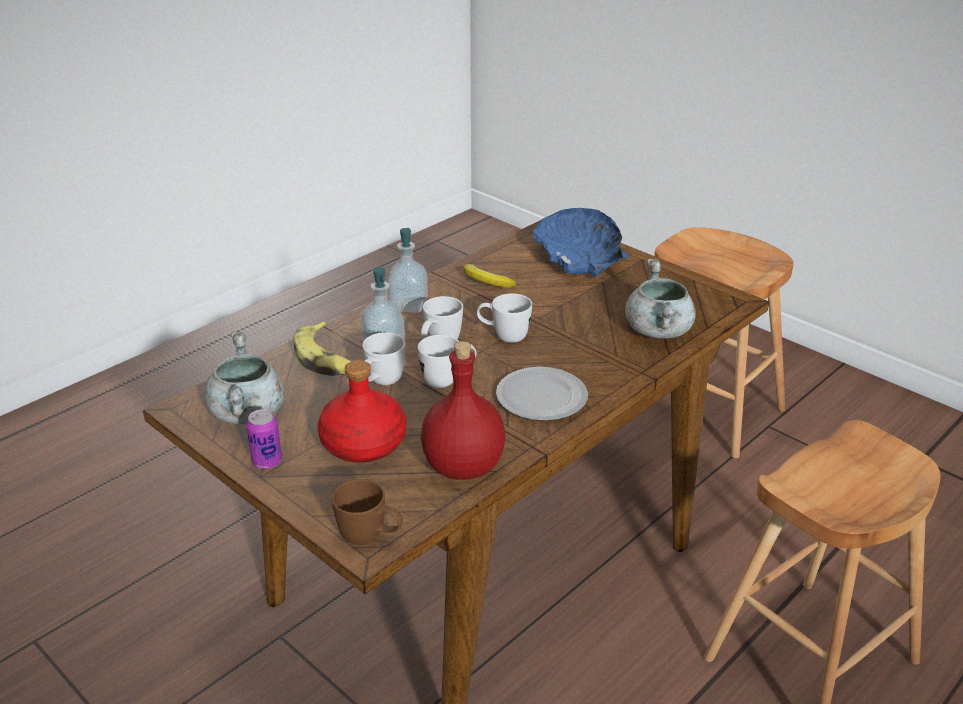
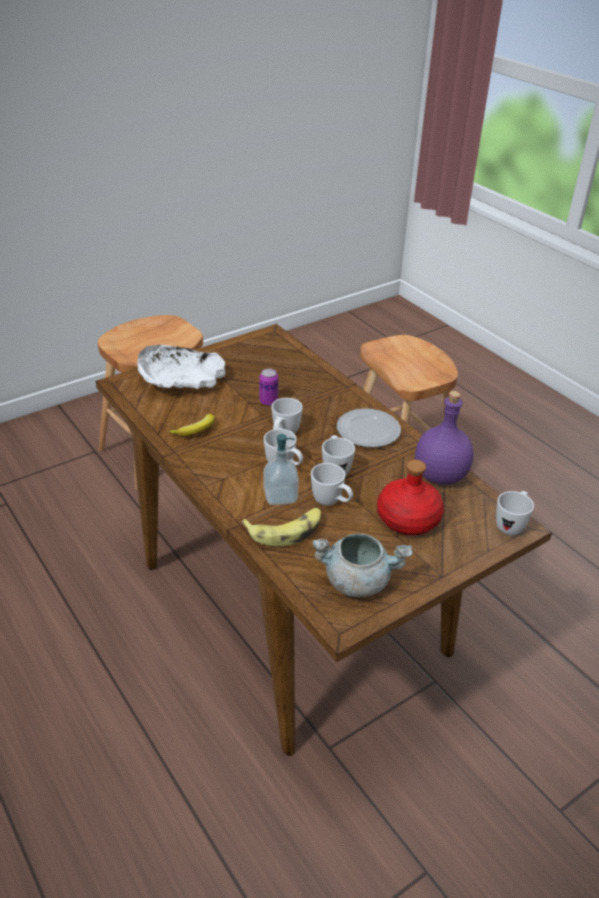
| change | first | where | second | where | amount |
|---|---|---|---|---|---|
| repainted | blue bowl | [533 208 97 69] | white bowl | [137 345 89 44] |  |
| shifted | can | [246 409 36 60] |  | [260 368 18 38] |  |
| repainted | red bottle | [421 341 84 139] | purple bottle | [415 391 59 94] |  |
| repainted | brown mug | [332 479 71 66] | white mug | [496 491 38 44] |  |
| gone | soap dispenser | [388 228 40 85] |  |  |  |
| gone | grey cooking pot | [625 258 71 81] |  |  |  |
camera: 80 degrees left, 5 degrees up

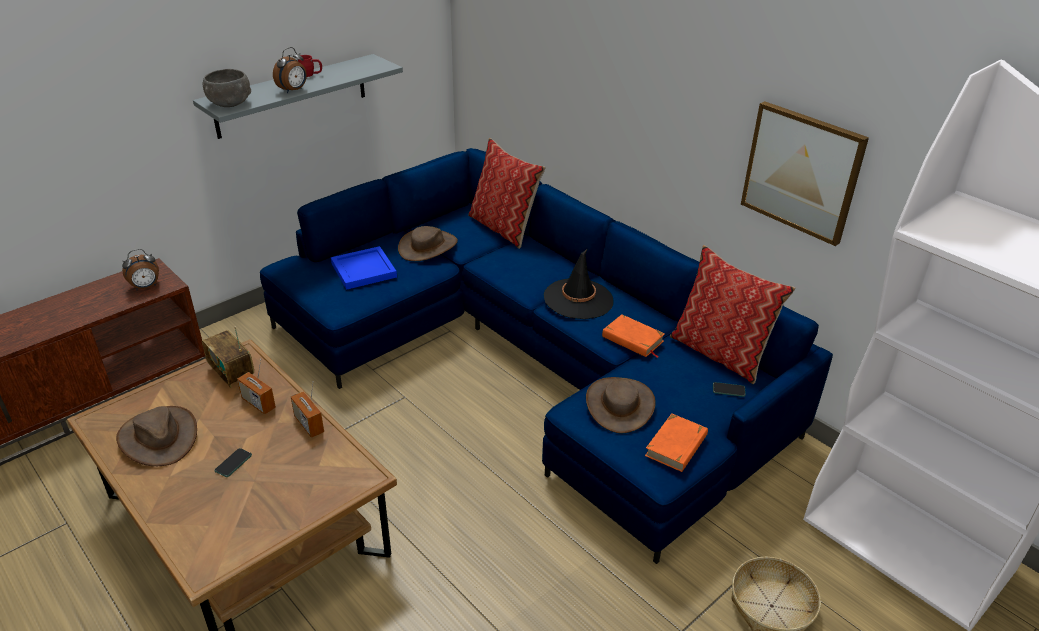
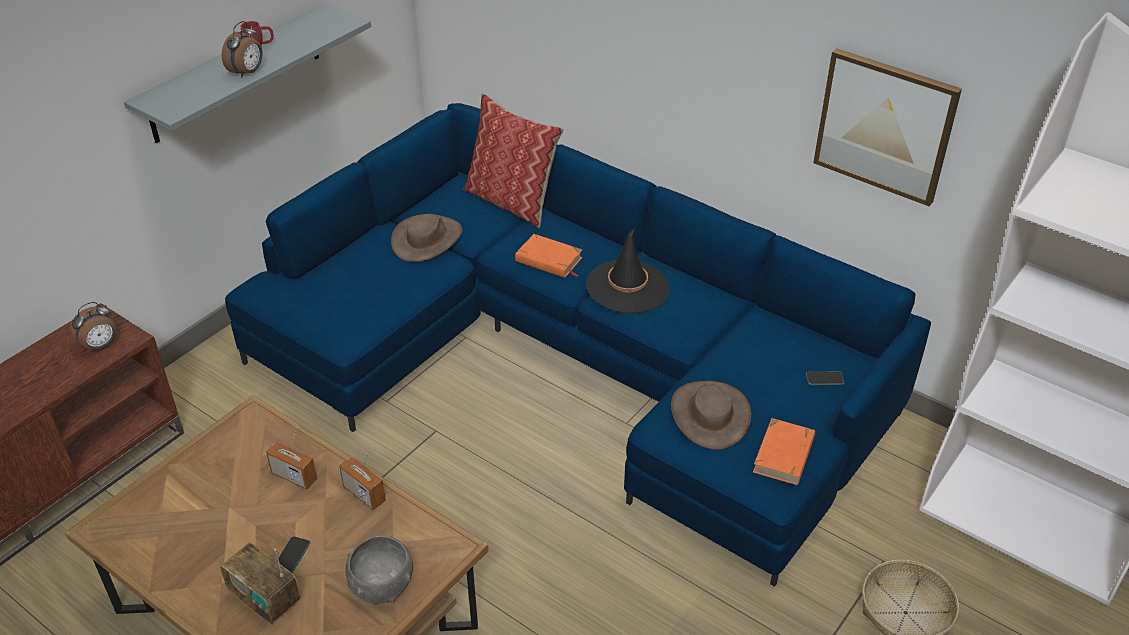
| change | first | where | second | where | amount |
|---|---|---|---|---|---|
| shifted | radio | [202 327 52 61] |  | [220 543 81 82] |  |
| shifted | grey bowl | [202 69 49 38] |  | [345 536 68 67] |  |
| shifted | orange book | [602 314 63 44] |  | [515 234 67 44] |  |
| gone | brown hat | [116 406 81 60] |  |  |  |
| gone | blue tray | [331 246 66 44] |  |  |  |
| gone | pillow | [670 245 126 139] |  |  |  |
camera: 10 degrees left, 5 degrees up

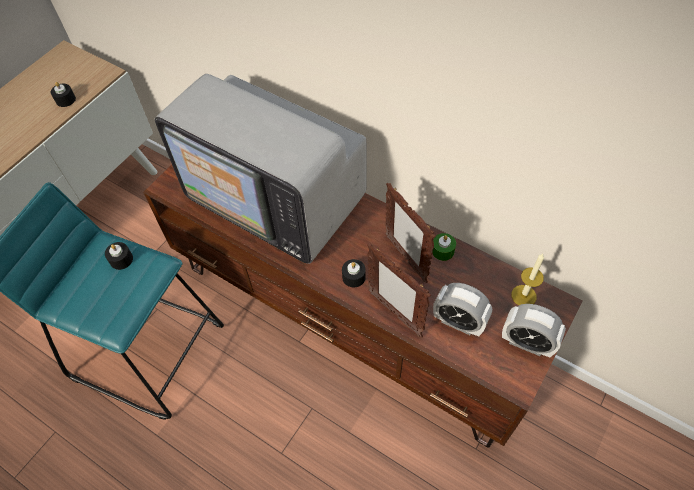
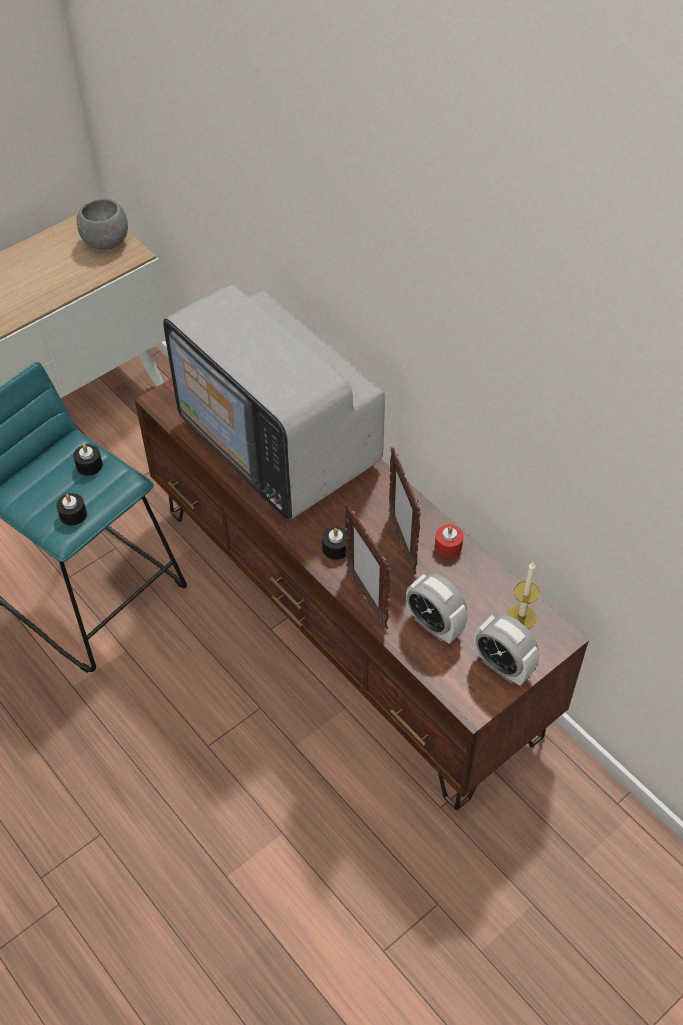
| change | first | where | second | where | amount |
|---|---|---|---|---|---|
| shifted | black candle | [51 82 25 25] |  | [56 493 31 32] |  |
| new |  |  | grey bowl | [77 198 51 52] |  |
| repainted | green candle | [432 233 24 28] | red candle | [435 525 28 32] |  |
camera: 15 degrees right, 5 degrees down

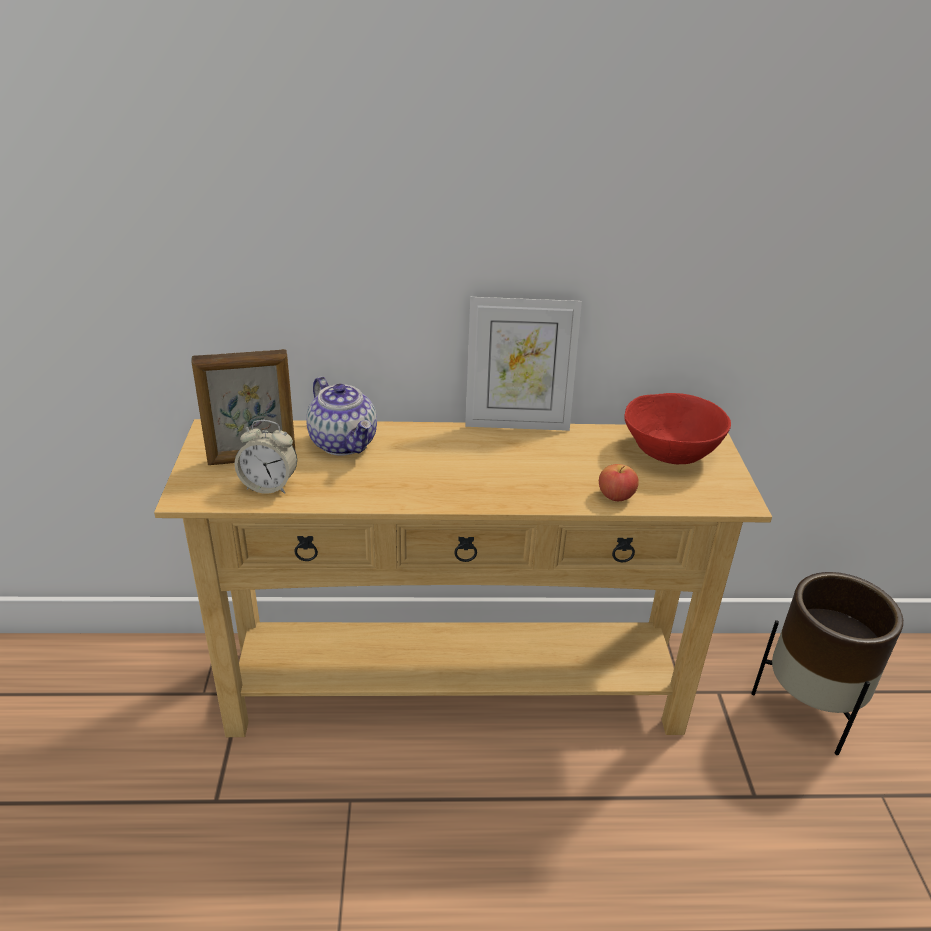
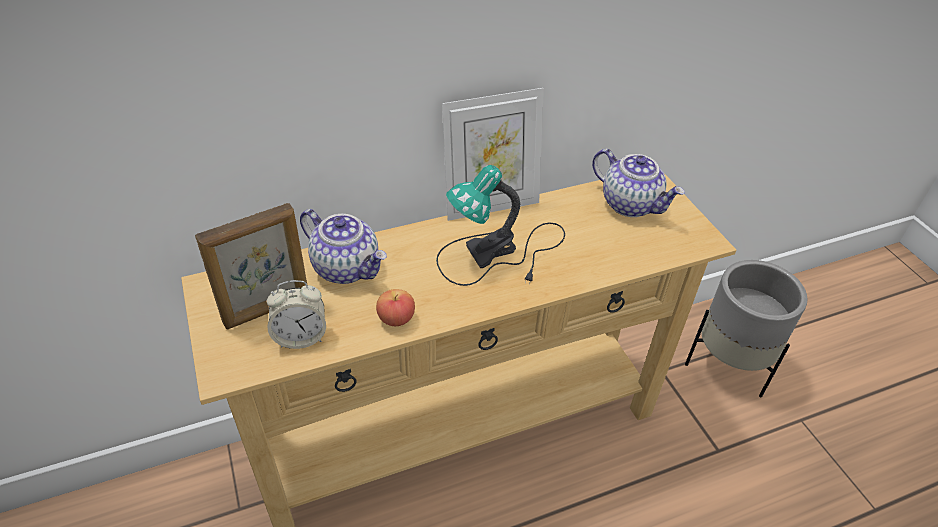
| change | first | where | second | where | amount |
|---|---|---|---|---|---|
| shifted | apple | [599 464 40 37] |  | [376 289 39 37] |  |
| new |  |  | table lamp | [436 165 129 121] |  |
| swapped | red bowl | [624 393 107 71] | teapot | [592 149 93 68] |  |
| repainted | brown planter | [751 572 152 183] | grey planter | [685 260 123 138] |  |
camera: 20 degrees left, 10 degrees up

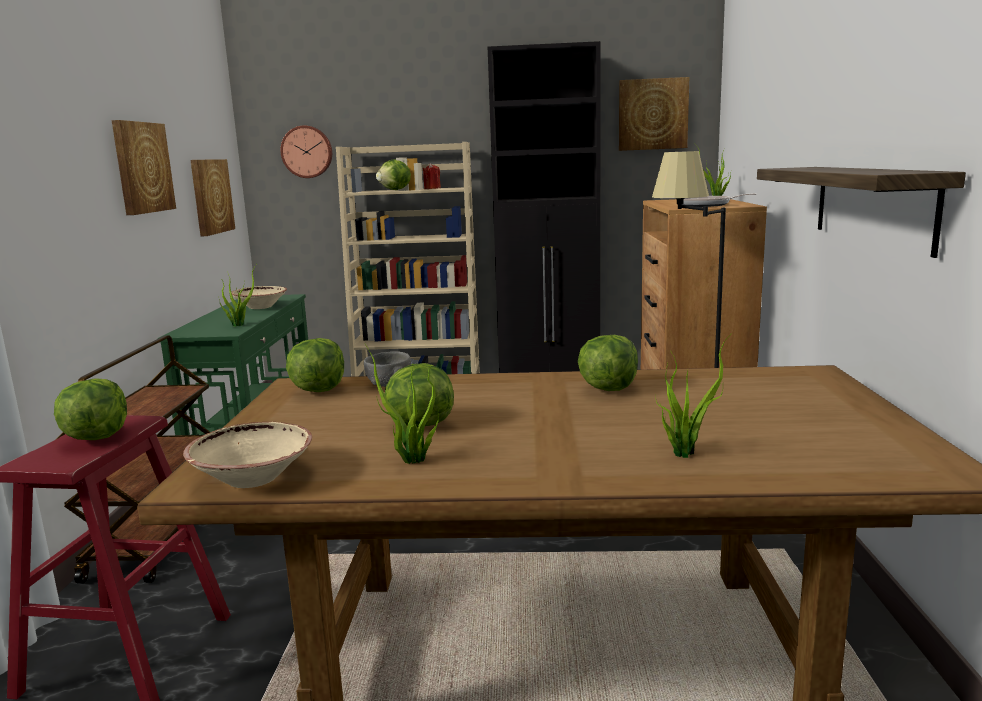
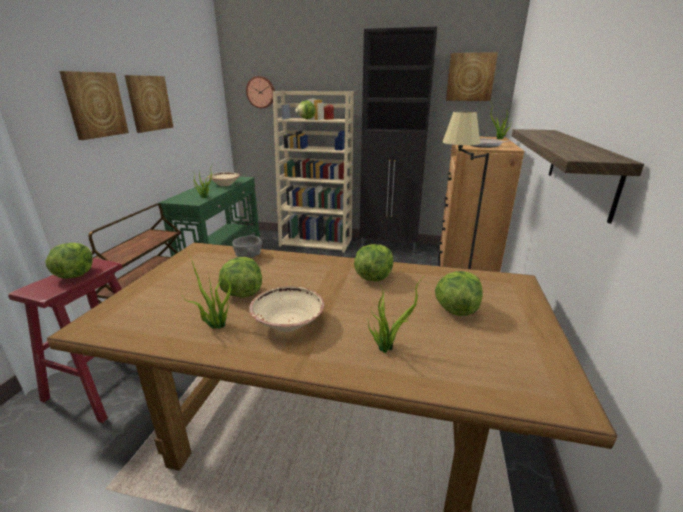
| change | first | where | second | where | amount |
|---|---|---|---|---|---|
| shifted | picture | [190 159 45 77] |  | [59 71 70 69] |  |
| shifted | beige bowl | [183 422 129 66] |  | [249 286 75 46] |  |
| shifted | lettuce | [286 338 58 54] |  | [435 271 48 45] |  |
camera: 10 degrees right, 10 degrees up

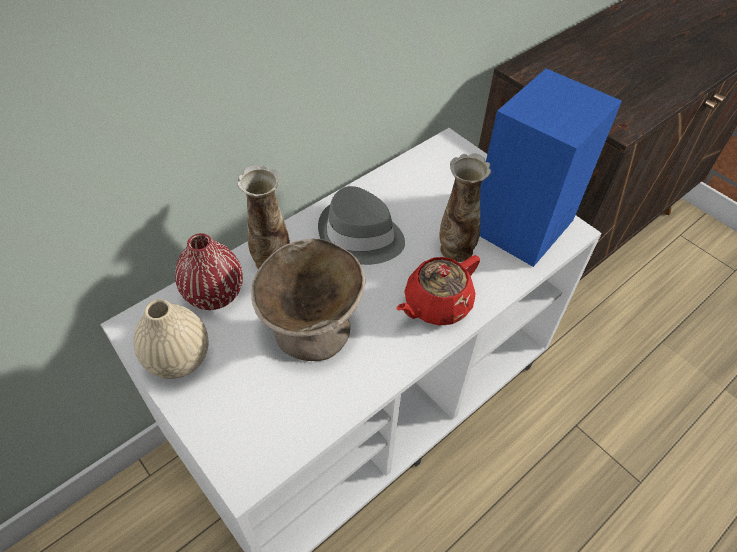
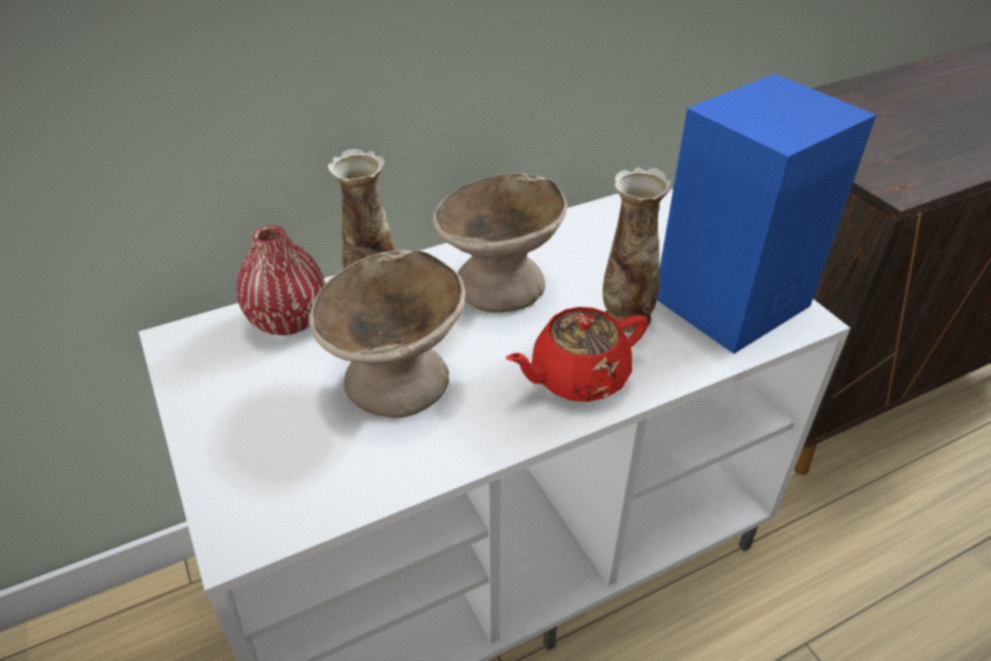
| change | first | where | second | where | amount |
|---|---|---|---|---|---|
| swapped | grey hat | [318 186 87 79] | beige bowl | [433 173 134 140] |  |
| gone | beige vase | [134 299 74 80] |  |  |  |
camera: 15 degrees right, 10 degrees down

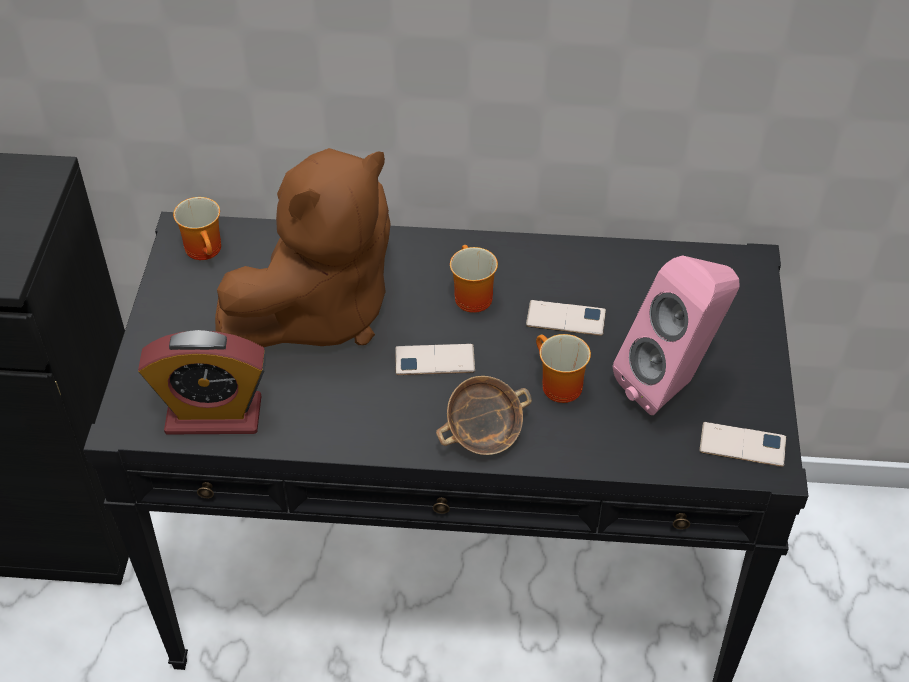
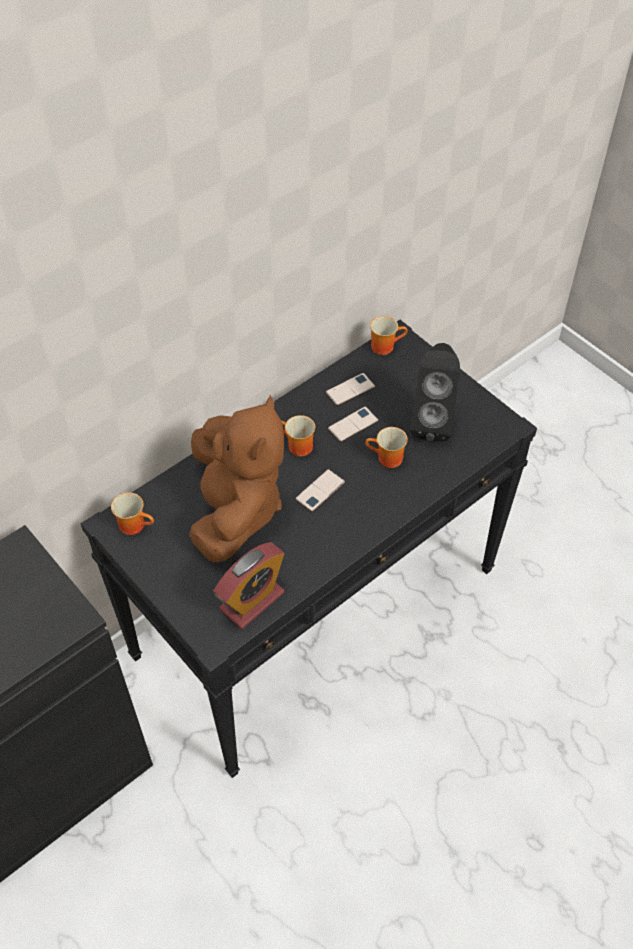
| change | first | where | second | where | amount |
|---|---|---|---|---|---|
| shifted | phone | [699 422 87 45] |  | [326 373 49 32] |  |
| new |  |  | mug | [370 316 37 39] |  |
| repainted | pink speaker | [613 255 126 160] | black speaker | [410 343 50 98] |  |
| gone | bowl | [436 376 96 79] |  |  |  |
camera: 45 degrees left, 5 degrees up

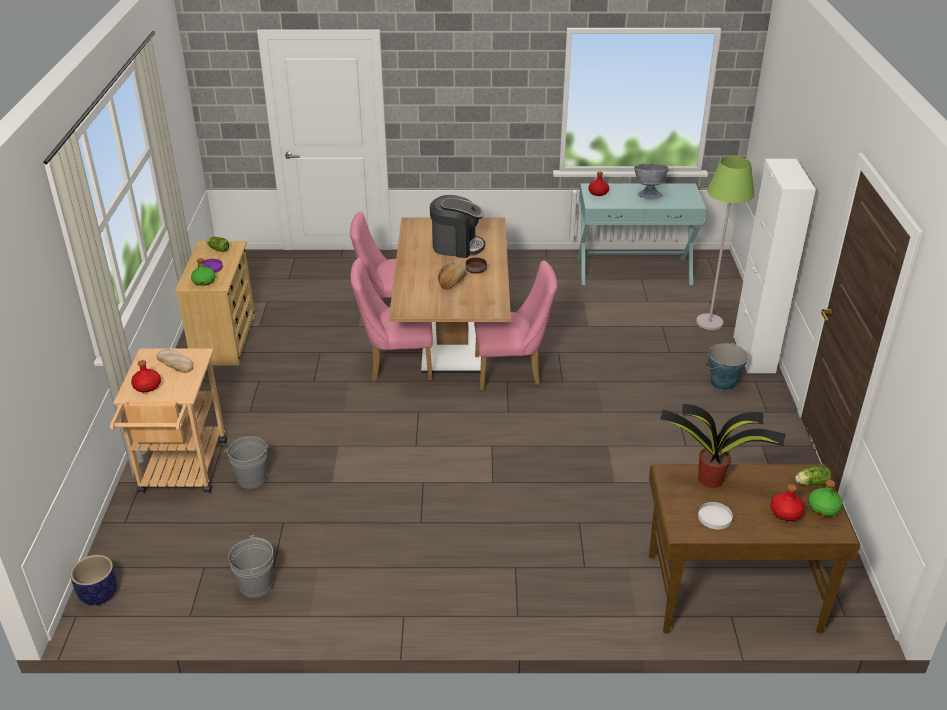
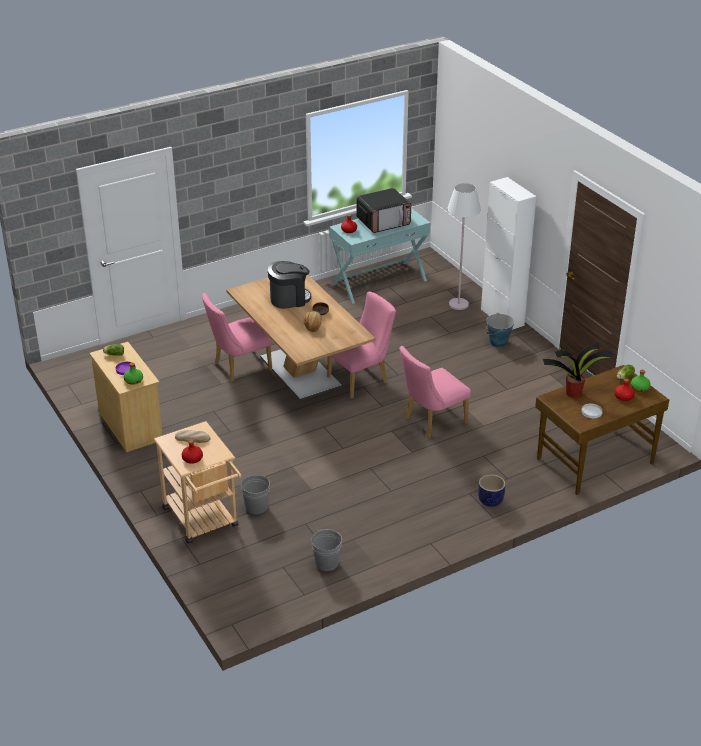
| change | first | where | second | where | amount |
|---|---|---|---|---|---|
| swapped | grey bowl | [634 163 35 36] | microwave | [356 188 55 45] |  |
| shifted | pink chair | [350 257 83 124] |  | [399 346 72 92] |  |
| repainted | green floor lamp | [696 156 59 174] | white floor lamp | [447 183 34 127] |  |
| shifted | planter | [70 555 48 50] |  | [478 474 28 33] |  |
camera: 30 degrees left, 0 degrees up

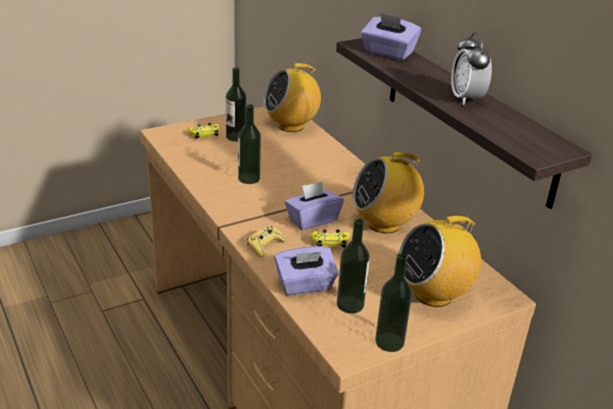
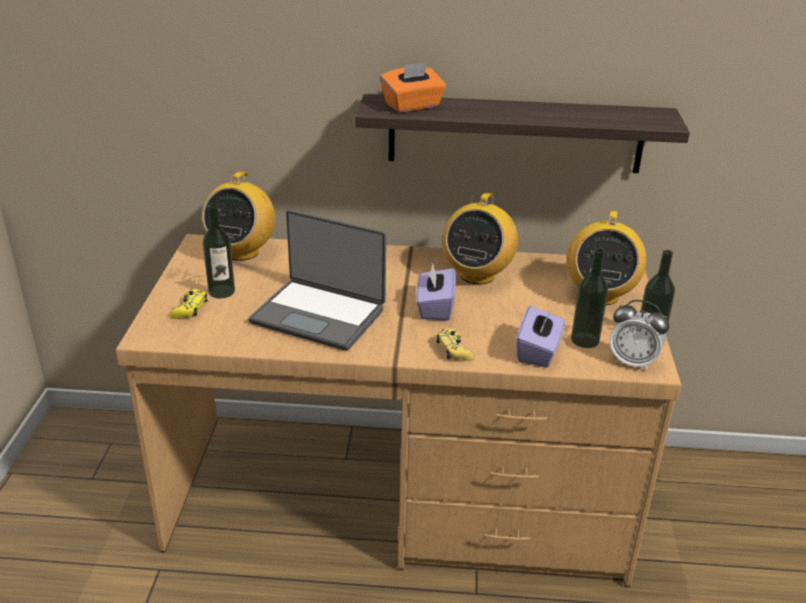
| change | first | where | second | where | amount |
|---|---|---|---|---|---|
| swapped | bottle | [238 104 23 80] | laptop | [248 210 138 141] |  |
| repainted | purple tissue box | [361 12 60 48] | orange tissue box | [380 62 66 50] |  |
| shifted | alarm clock | [451 32 41 73] |  | [610 300 59 71] |  |
| gone | yellow game controller | [311 229 39 19] |  |  |  |
camera: 55 degrees left, 0 degrees up

